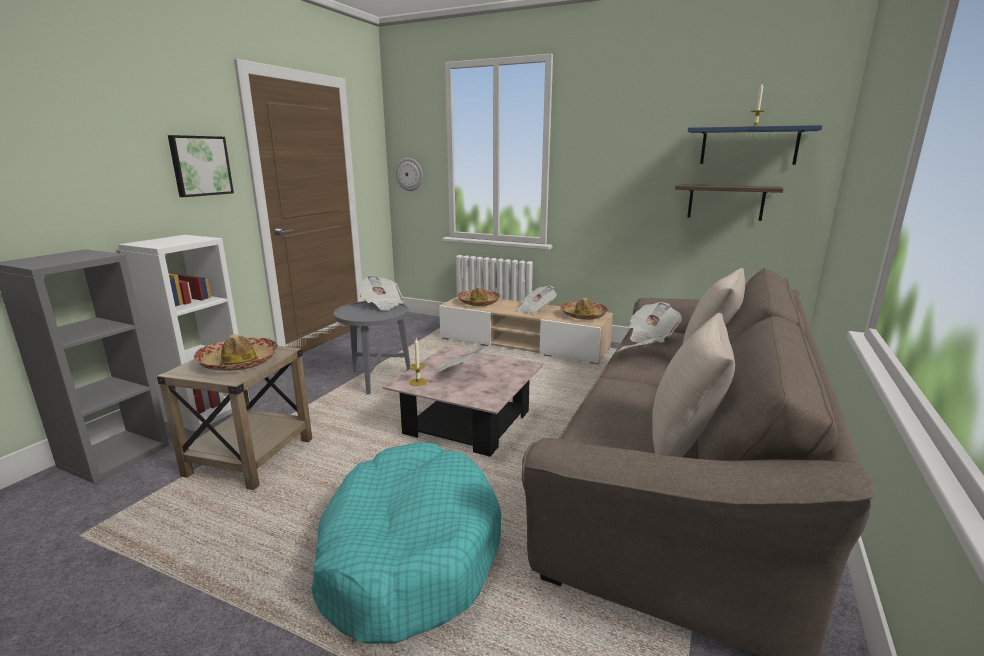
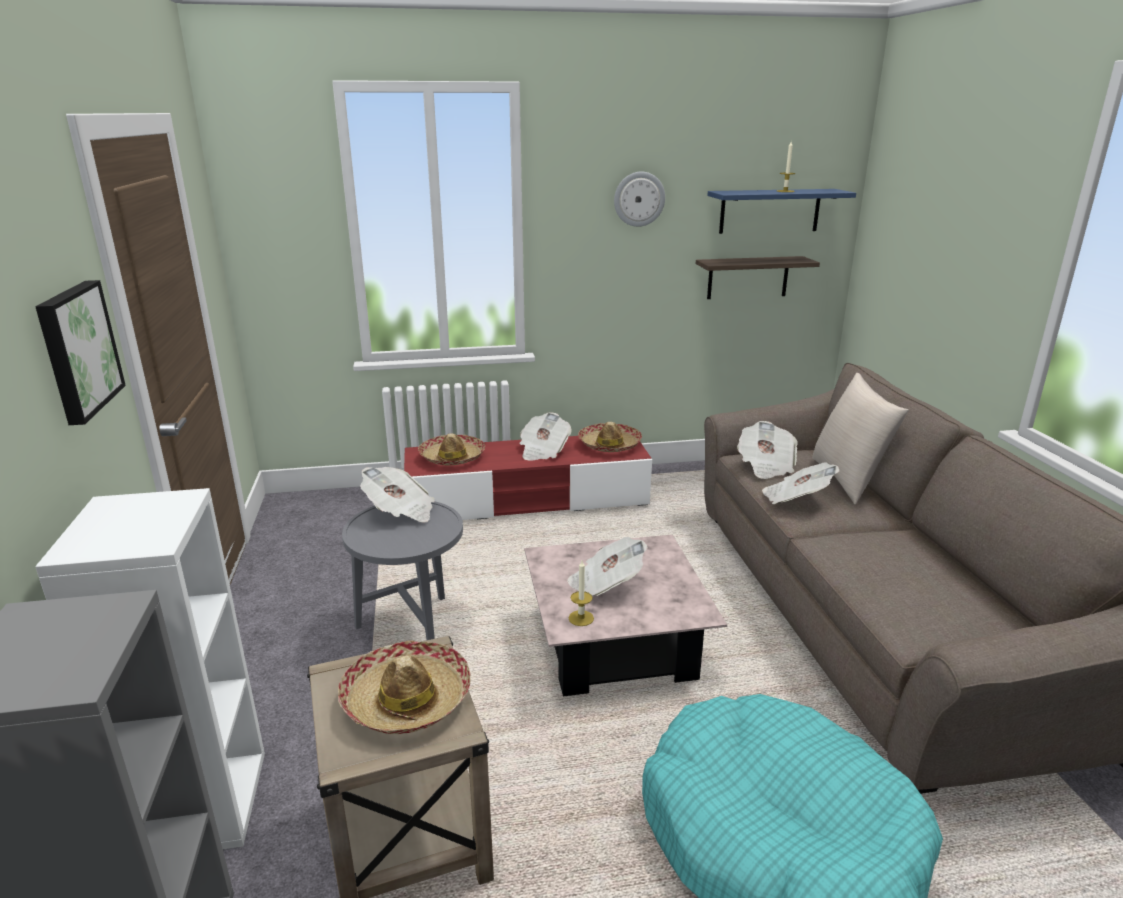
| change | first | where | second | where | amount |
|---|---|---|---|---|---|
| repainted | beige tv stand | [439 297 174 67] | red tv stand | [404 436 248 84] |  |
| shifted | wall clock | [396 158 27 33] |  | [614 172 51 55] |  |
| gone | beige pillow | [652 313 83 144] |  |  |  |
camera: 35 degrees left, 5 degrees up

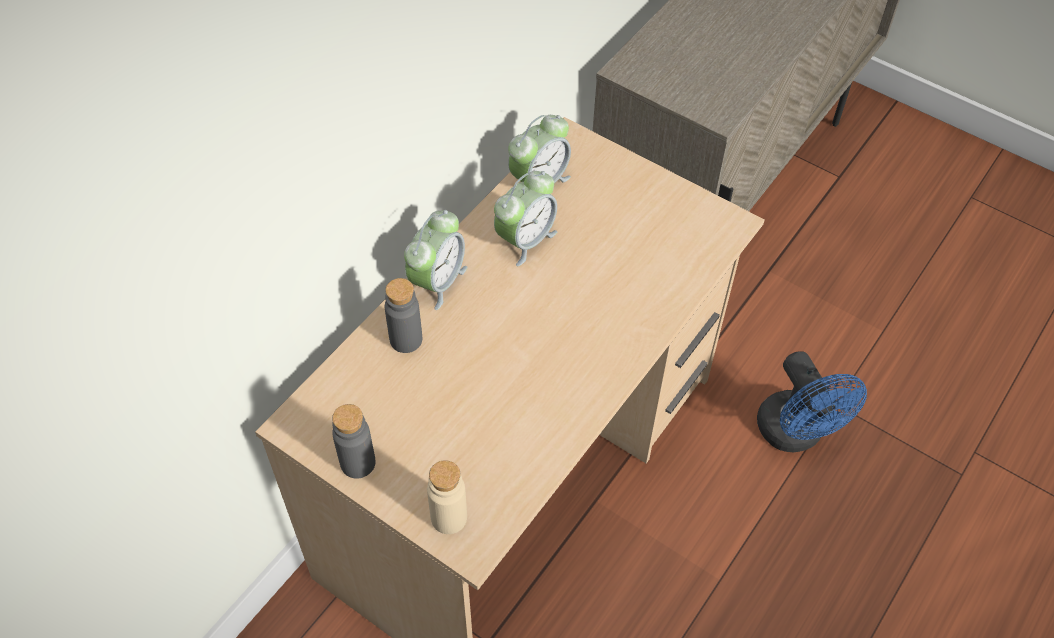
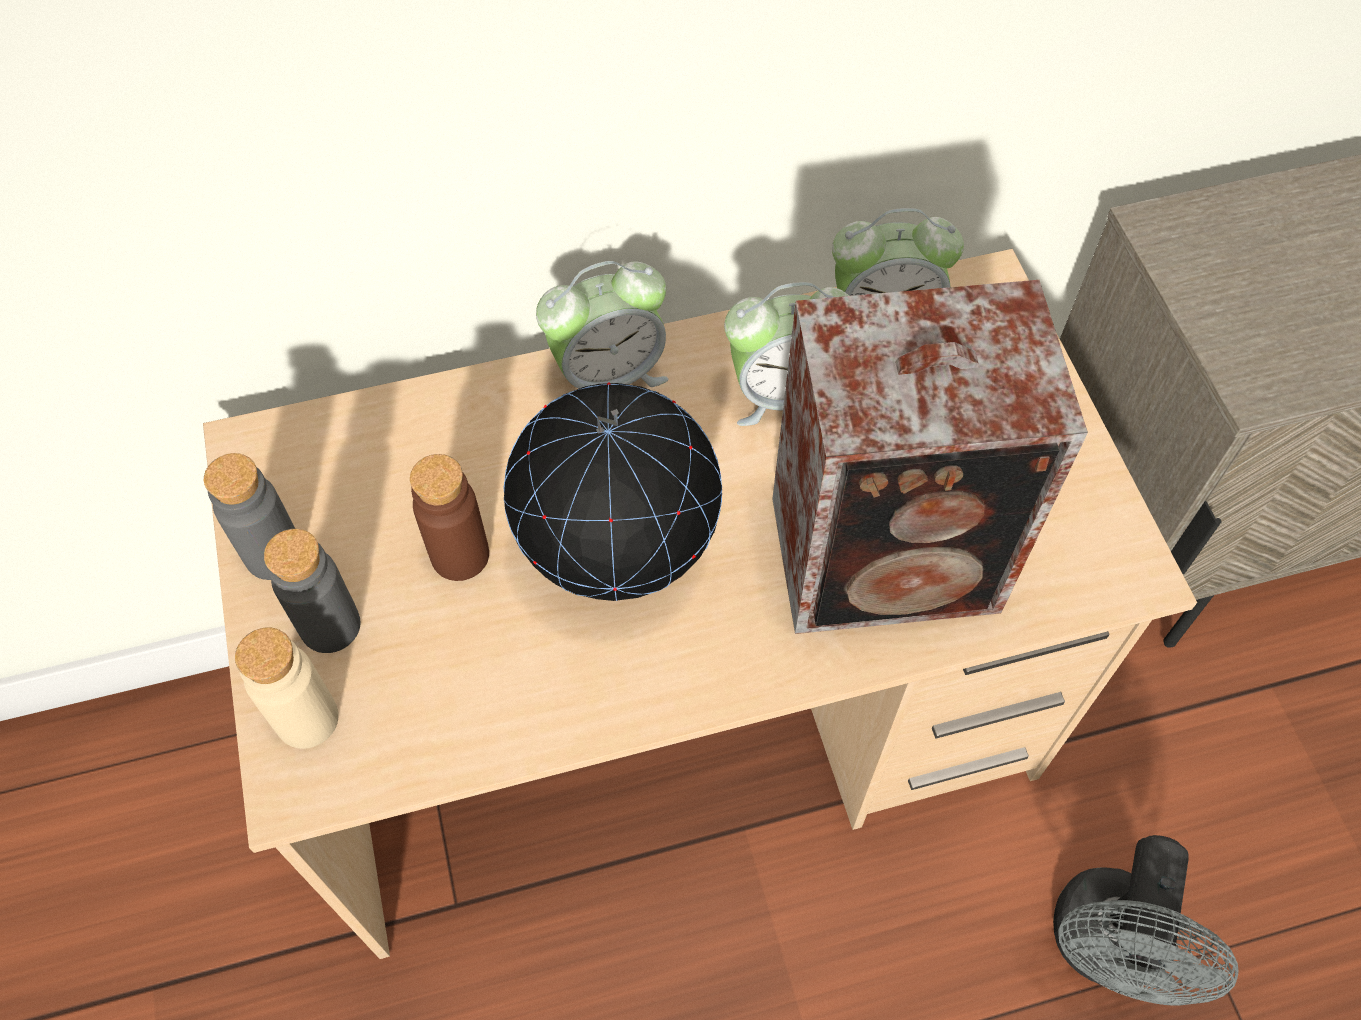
| change | first | where | second | where | amount |
|---|---|---|---|---|---|
| shifted | grey bottle | [385 278 37 75] |  | [264 529 97 124] |  |
| new |  |  | brown bottle | [410 454 79 127] |  |
| new |  |  | globe | [503 382 219 219] |  |
| new |  |  | speaker | [772 280 316 354] |  |
| repainted | blue fan | [757 351 110 101] | grey fan | [1053 835 186 171] |  |
camera: 40 degrees right, 5 degrees up

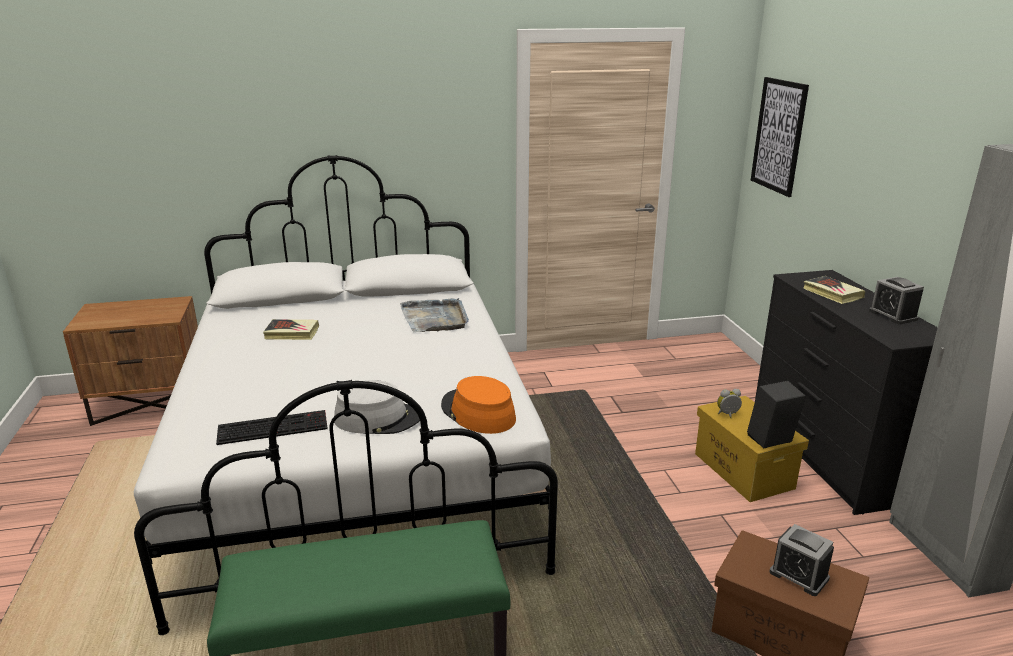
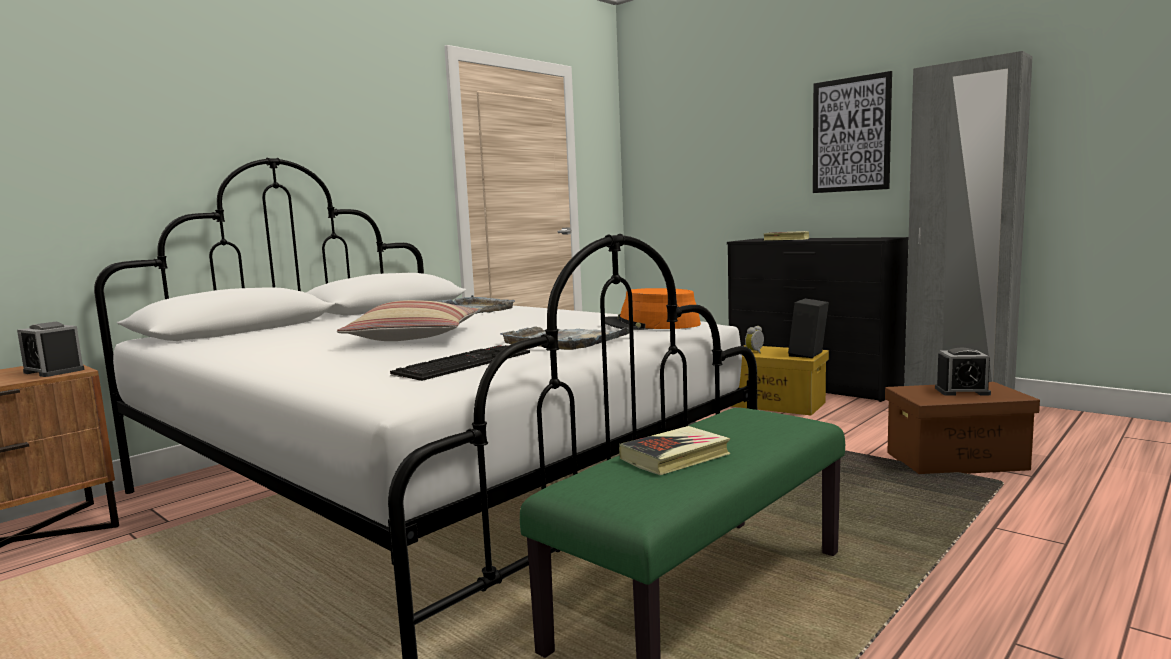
| change | first | where | second | where | amount |
|---|---|---|---|---|---|
| shifted | alarm clock | [869 277 55 47] |  | [17 322 67 55] |  |
| new |  |  | pillow | [337 300 141 41] |  |
| swapped | grey hat | [334 380 86 54] | grey tray | [500 326 137 24] |  |
| shifted | book | [263 319 56 21] |  | [619 426 111 49] |  |
| shifted | picture | [751 77 58 120] |  | [813 71 79 122] |  |
camera: 35 degrees left, 15 degrees down

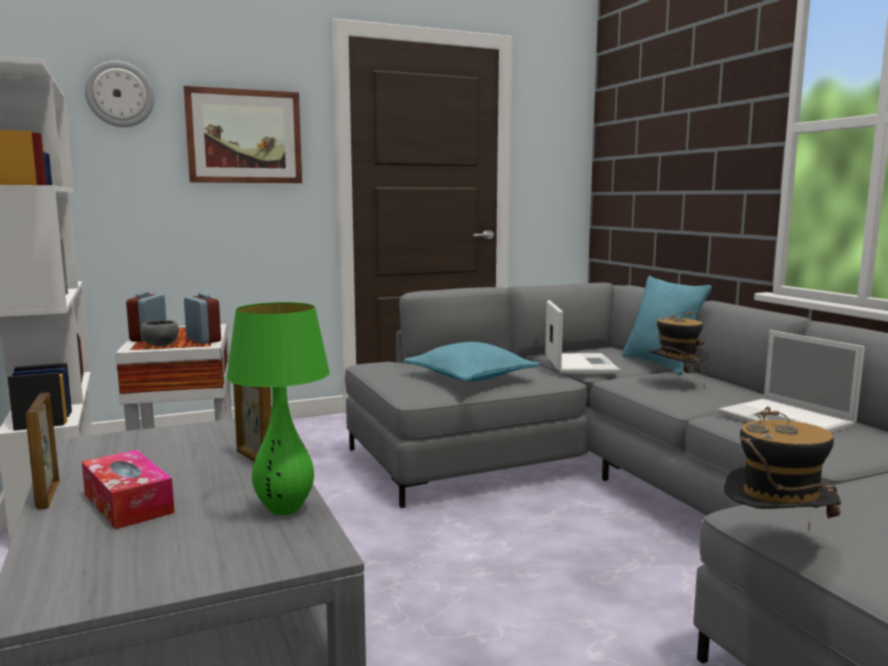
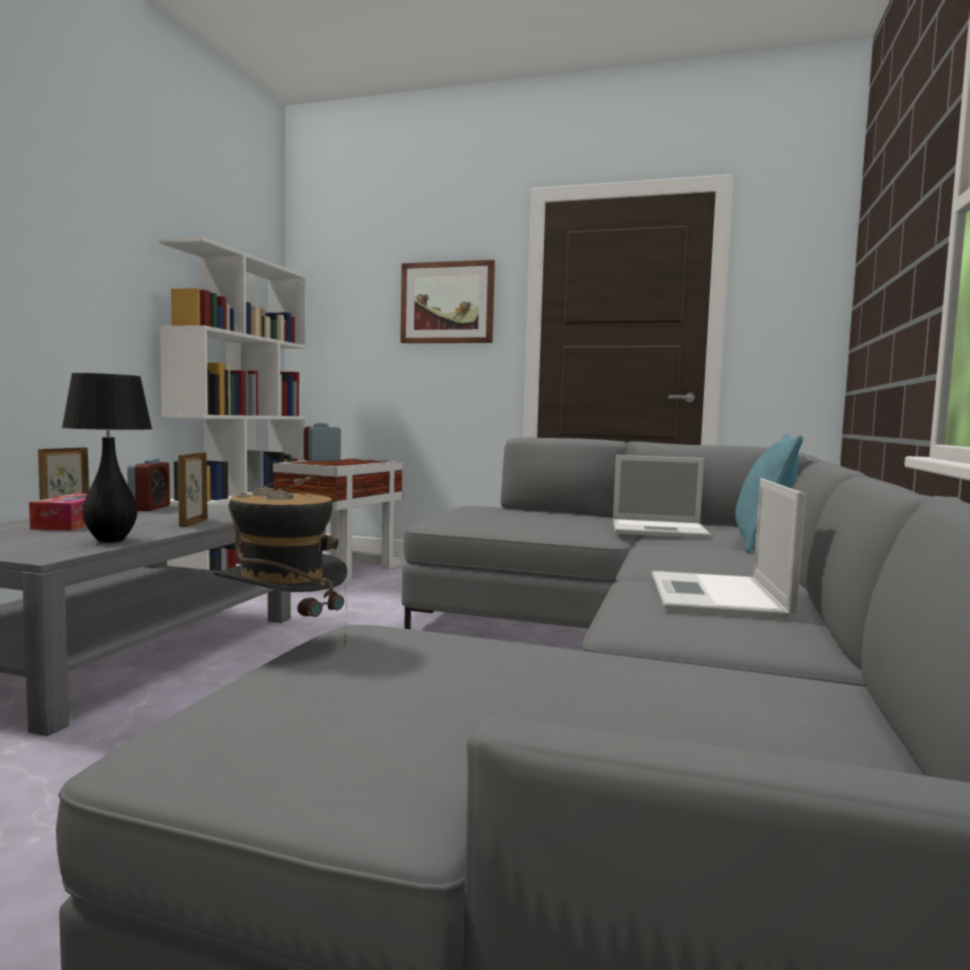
| change | first | where | second | where | amount |
|---|---|---|---|---|---|
| repainted | green table lamp | [226 302 104 213] | black table lamp | [62 373 90 170] |  |
| shifted | alarm clock | [184 293 37 51] |  | [127 458 43 53] |  |
| rotated | laptop | [545 300 75 74] |  | [613 455 98 83] | 60 degrees clockwise |
| gone | wall clock | [85 61 69 66] |  |  |  |
| gone | grey bowl | [140 320 39 26] |  |  |  |
| gone | turquoise pillow | [404 342 136 39] |  |  |  |
| gone | hat | [649 312 59 77] |  |  |  |
camera: 40 degrees right, 5 degrees down

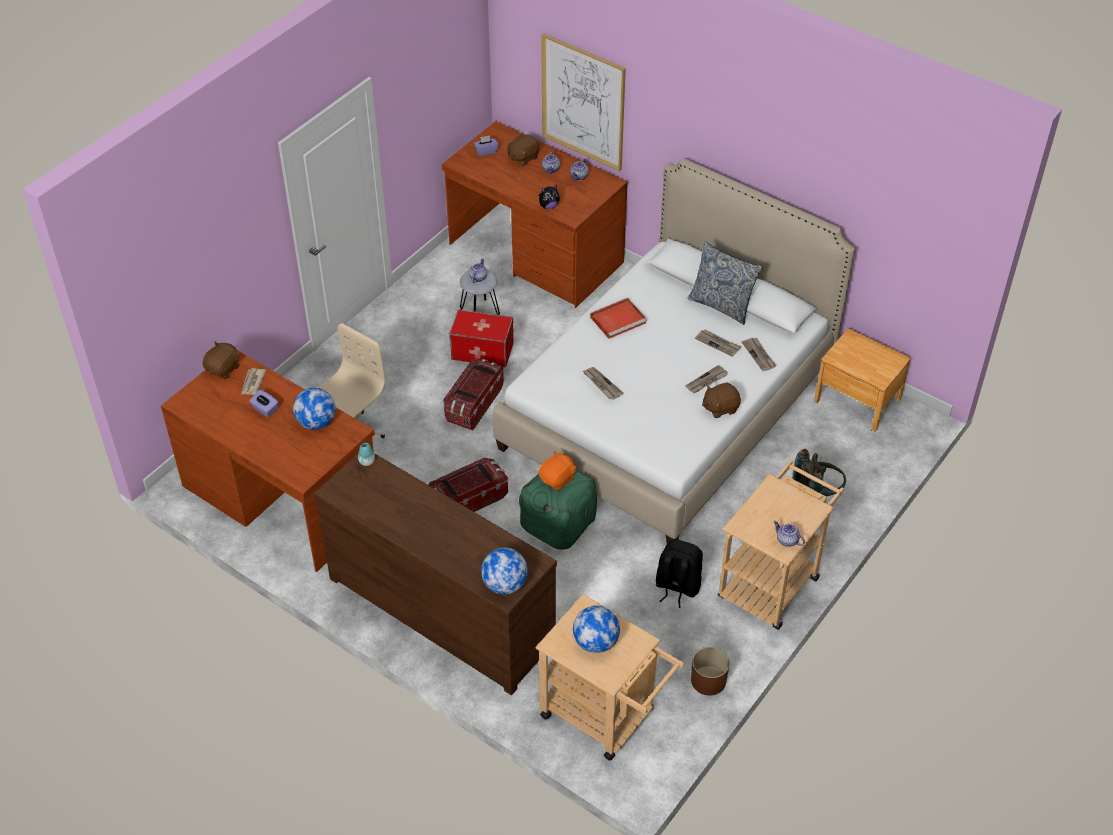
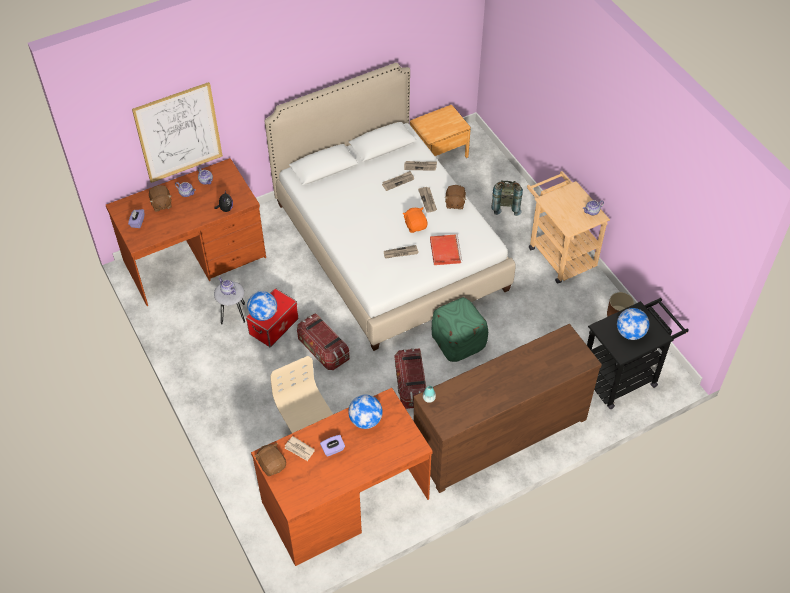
| change | first | where | second | where | amount |
|---|---|---|---|---|---|
| shifted | globe | [481 548 47 46] |  | [247 291 30 30] |  |
| shifted | orange plush toy | [538 451 38 39] |  | [403 207 25 26] |  |
| shifted | red tray | [590 298 57 41] |  | [430 234 32 31] |  |
| repainted | beige cart | [535 594 149 166] | black cart | [587 298 102 111] |  |
| gone | black backpack | [656 540 47 68] |  |  |  |
| gone | pillow | [688 241 74 84] |  |  |  |
camera: 65 degrees left, 5 degrees up

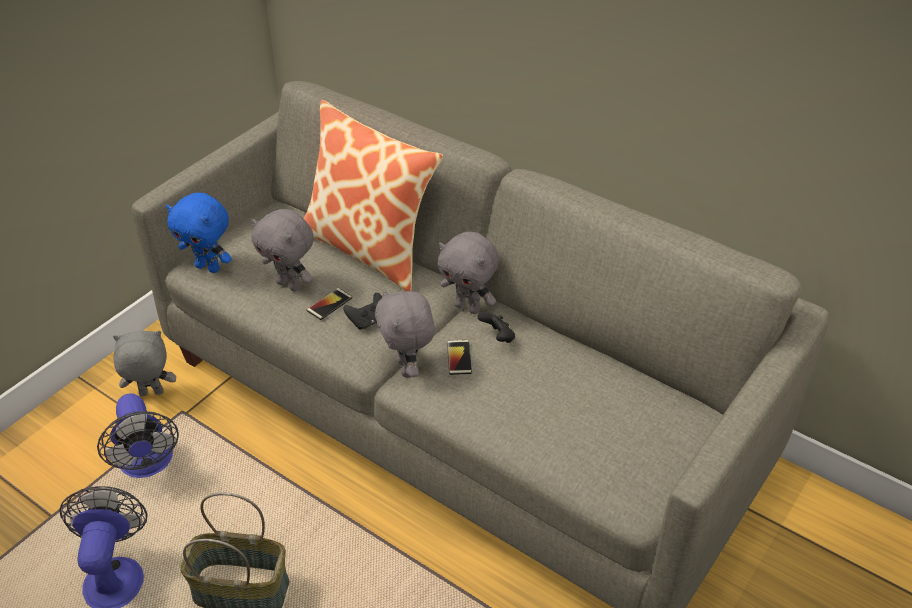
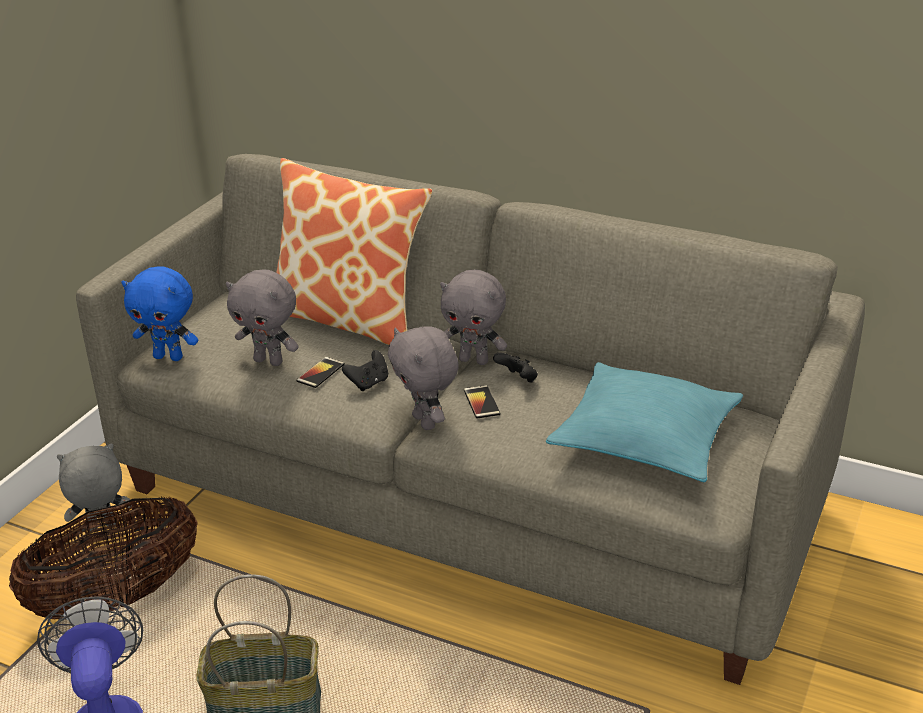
| change | first | where | second | where | amount |
|---|---|---|---|---|---|
| swapped | fan | [97 393 82 85] | basket | [9 496 189 124] |  |
| new |  |  | turquoise pillow | [546 362 197 120] |  |
camera: 10 degrees left, 10 degrees down

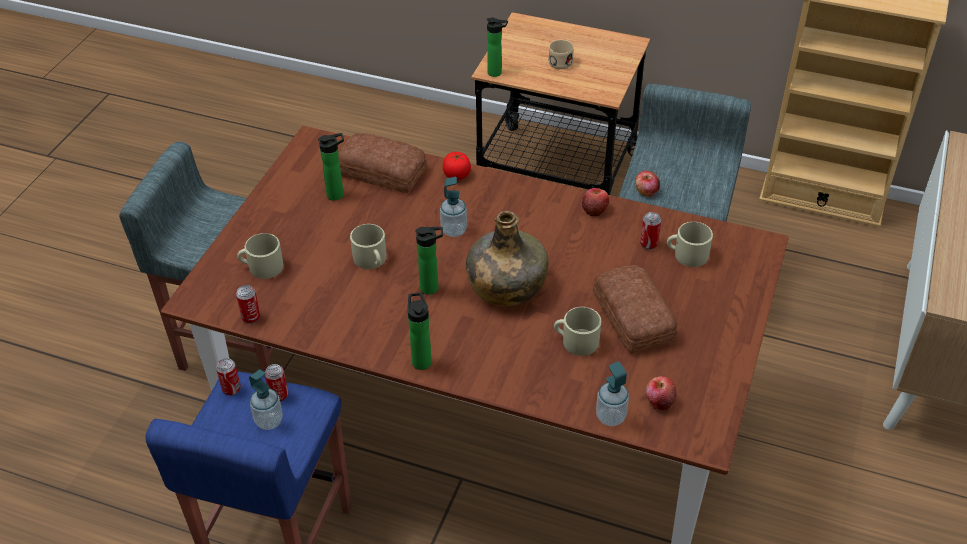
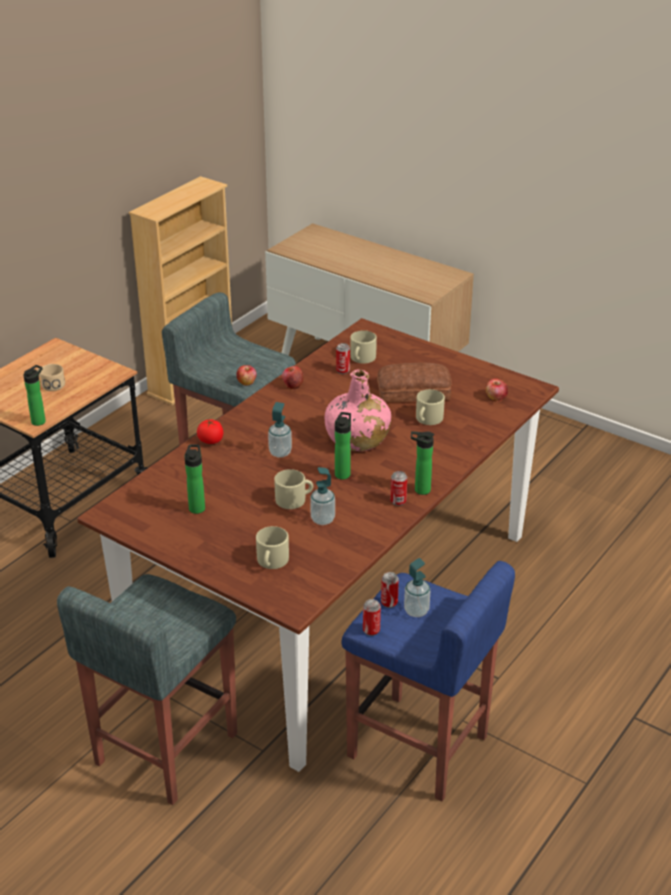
| change | first | where | second | where | amount |
|---|---|---|---|---|---|
| shifted | soap dispenser | [596 361 33 65] |  | [310 467 25 58] |  |
| repainted | green bottle | [466 211 83 95] | pink bottle | [325 369 66 82] |  |
| shifted | can | [236 285 24 39] |  | [390 471 17 35] |  |
| gone | bread | [338 133 89 61] |  |  |  |
camera: 75 degrees left, 10 degrees down

